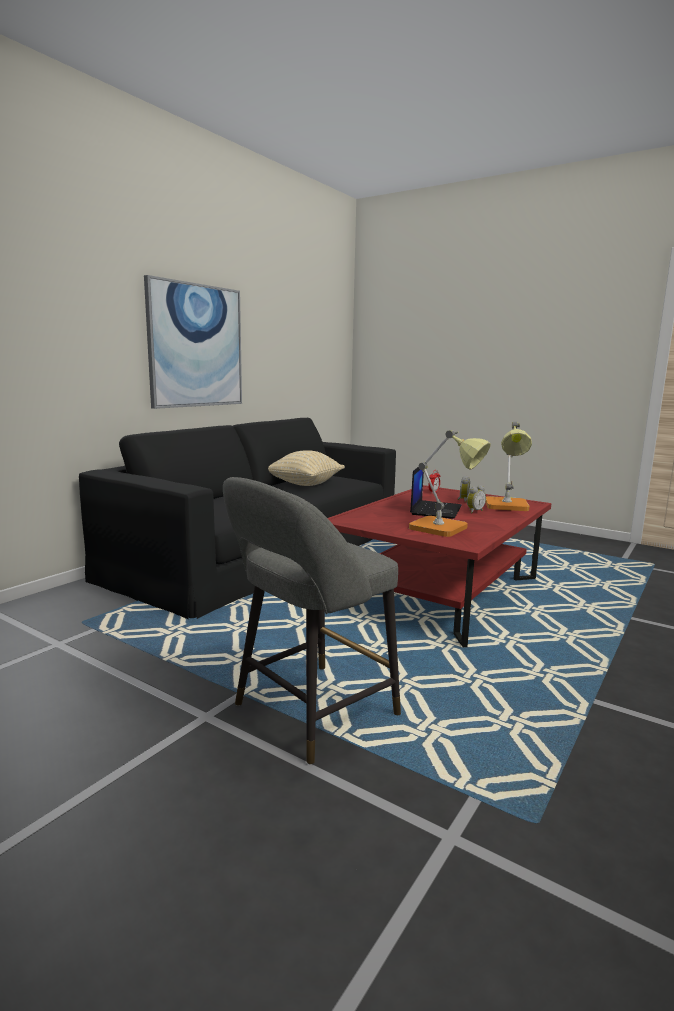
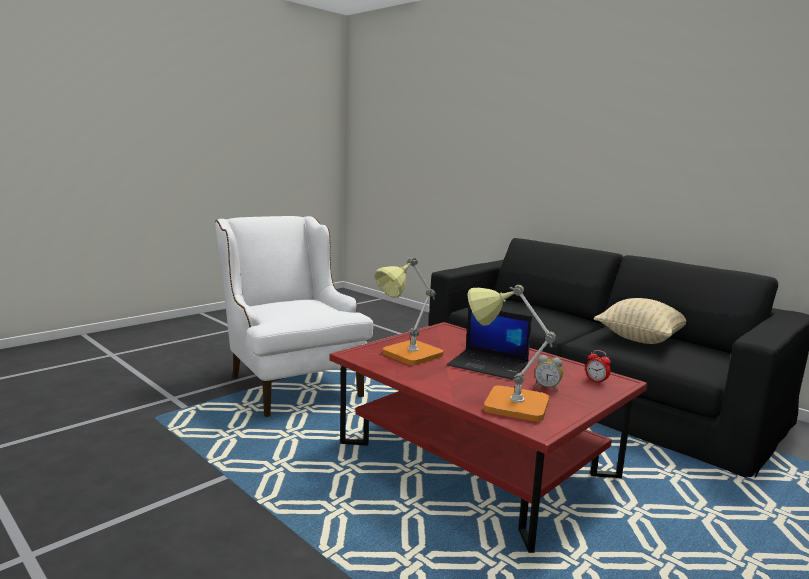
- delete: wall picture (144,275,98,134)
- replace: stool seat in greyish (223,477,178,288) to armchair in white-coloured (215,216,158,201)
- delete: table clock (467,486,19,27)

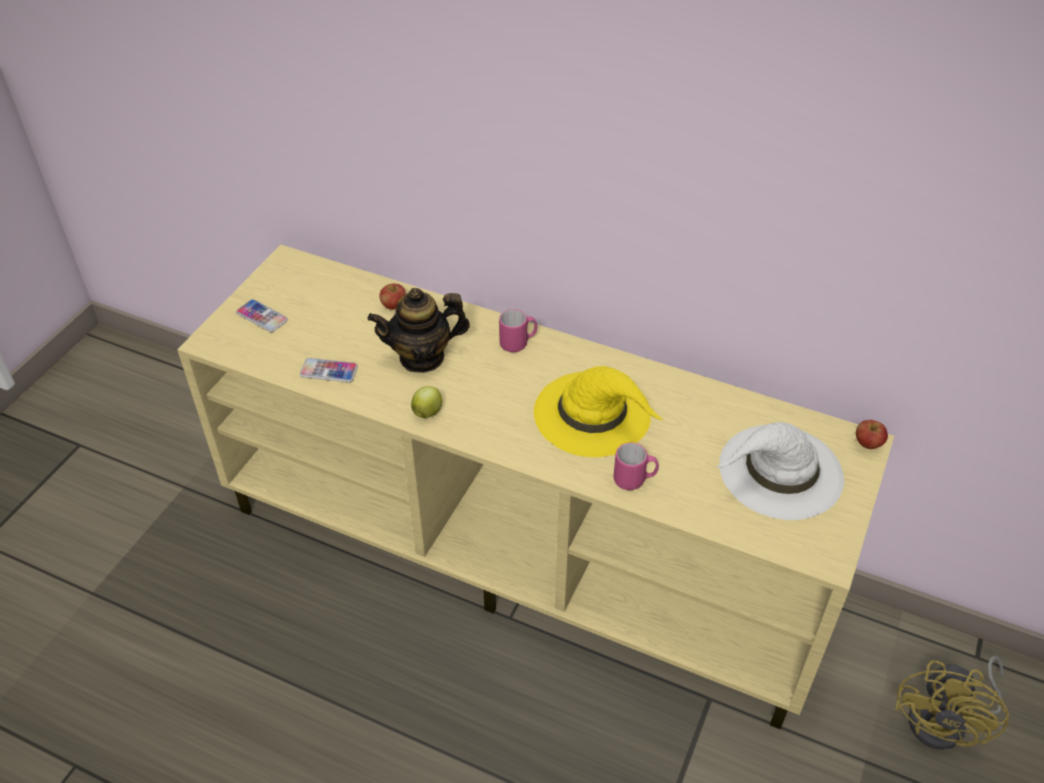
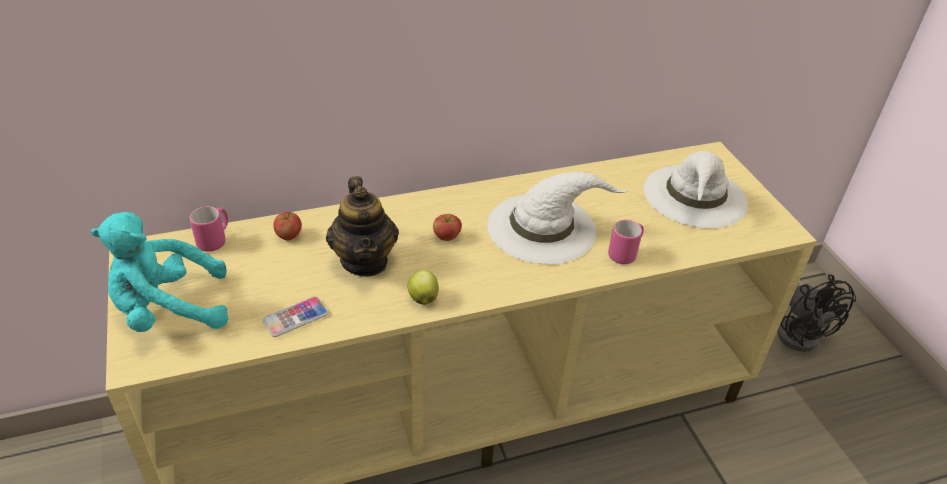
- rotate: pot for tea (368,288,102,85) = (326,176,73,101) 45 degrees counterclockwise
- replace: handset (236,299,52,33) to plush toy in turquoise (91,212,137,120)
- move: mug in pinkish (499,309,38,43) to (189,206,39,46)
- recolor: clothing hat in yellow (534,366,129,91) to clothing hat in white-coloured (487,172,143,92)
- move: apple fruit (856,420,32,29) to (433,214,29,27)
- recolor: fan in yellow (895,656,114,94) to fan in black (777,274,79,78)

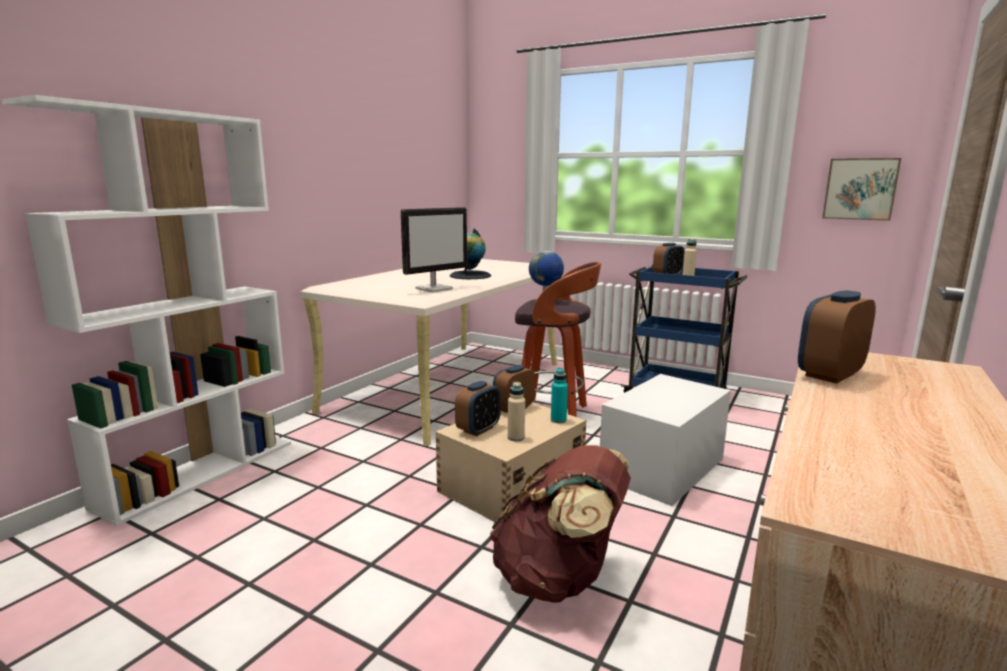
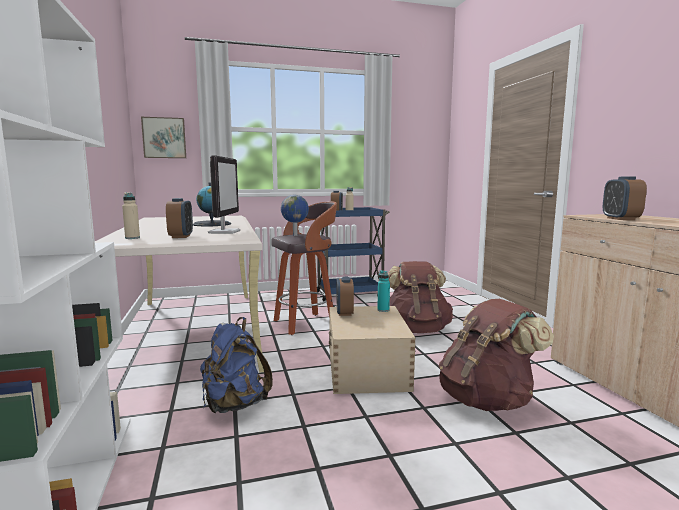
- move: wall picture (822,158,79,63) to (141,117,45,41)
- replace: storage bin in white-coloured (600,374,131,132) to backpack in brownish (388,261,65,72)
- move: table clock (455,381,46,55) to (166,198,27,40)
- move: beverage bottle in sand-coloured (508,382,17,60) to (122,192,18,47)
- insert: backpack in blue (200,317,73,96)

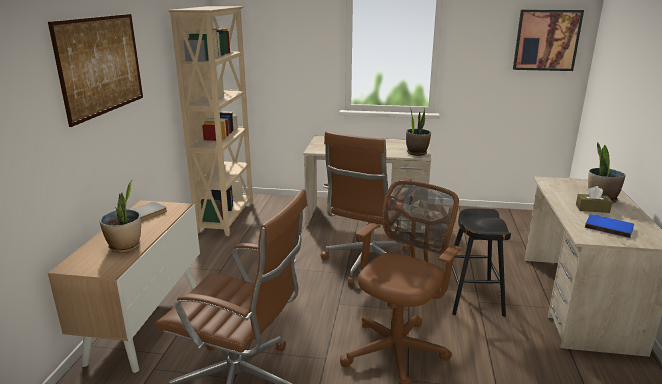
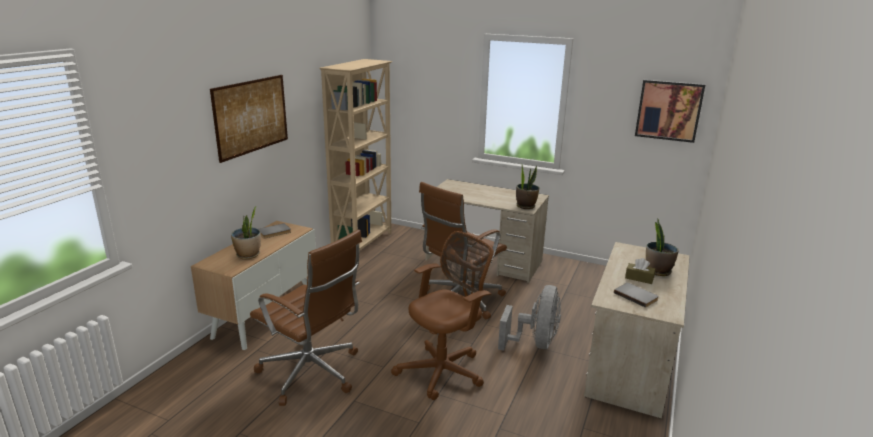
- replace: stool seat in black (452,208,59,109) to fan in greyish (498,285,63,66)
- recolor: book in blue (585,214,49,24) to book in greyish (614,283,45,25)

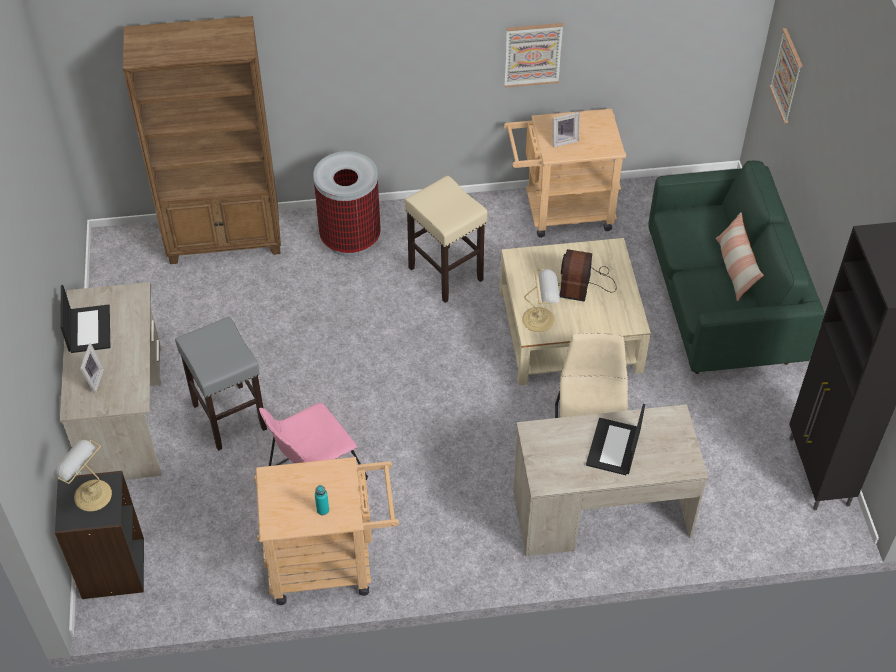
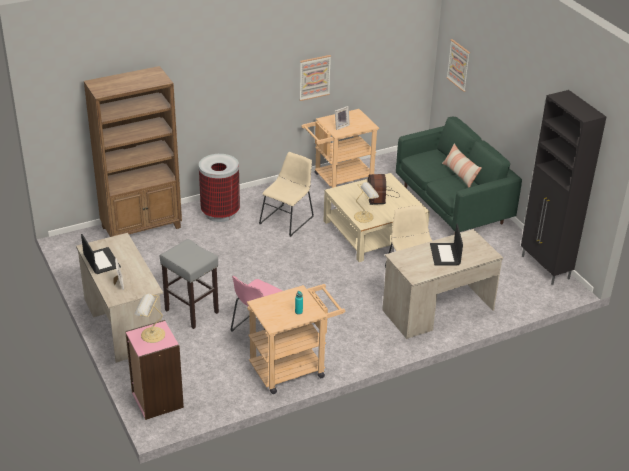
- replace: stool seat in sand-coloured (405,176,83,127) to chair in sand-coloured (259,152,55,85)
- recolor: shelving unit in black (55,471,89,128) to shelving unit in pinkish (125,320,59,100)

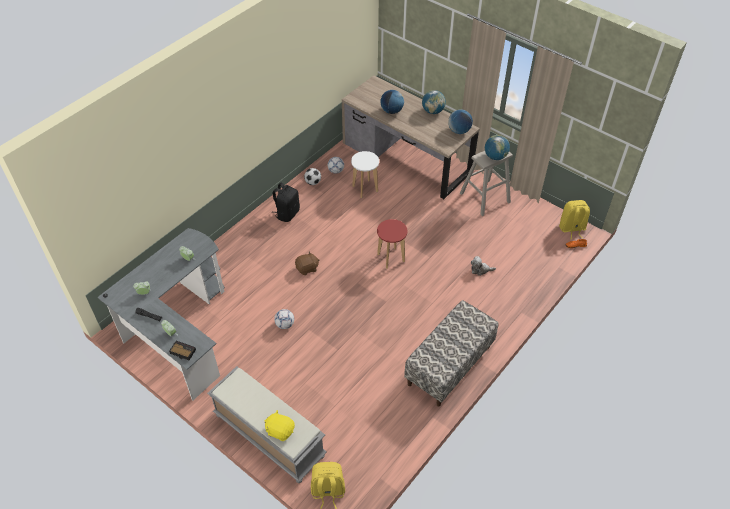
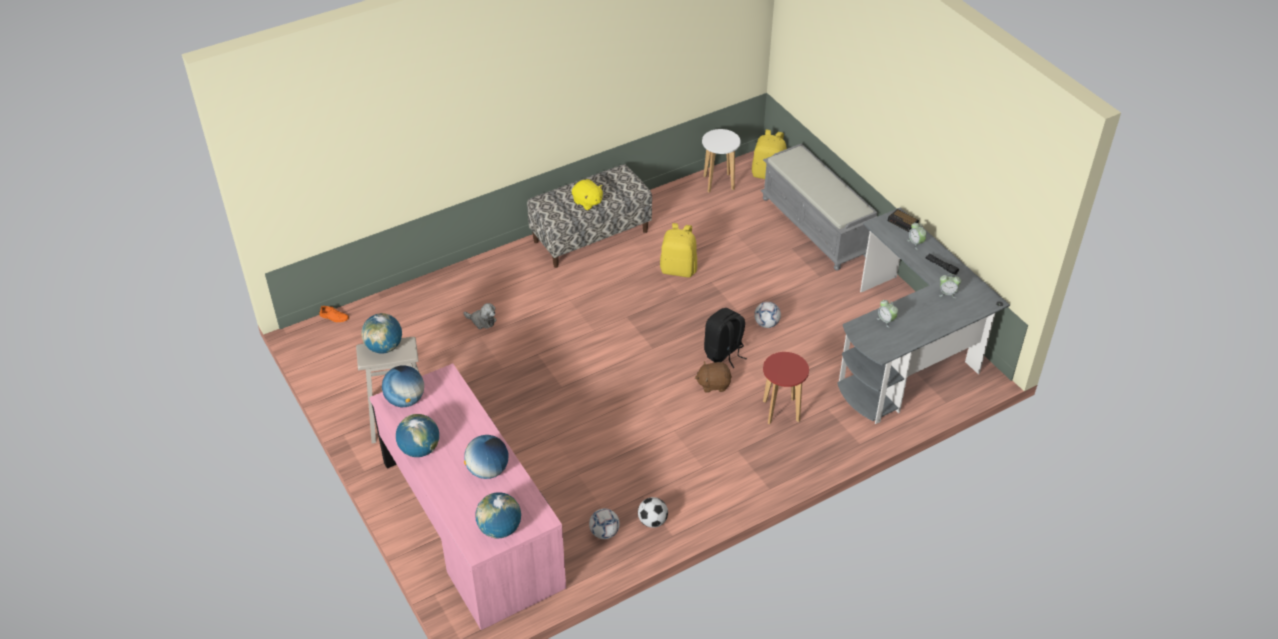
- recolor: desk unit in brownish (342,75,138,124) to desk unit in pinkish (369,363,197,267)
- move: stool seat in white-coloured (351,151,28,47) to (702,129,38,63)
- move: backpack in black (273,183,27,39) to (704,308,43,60)
- move: backpack in yellow (559,200,31,40) to (660,223,37,54)
- move: stool seat in reddish (377,219,30,50) to (763,352,46,73)
- move: plush toy in yellow (265,410,30,31) to (572,179,31,31)
- insert: desk globe (475,492,46,46)

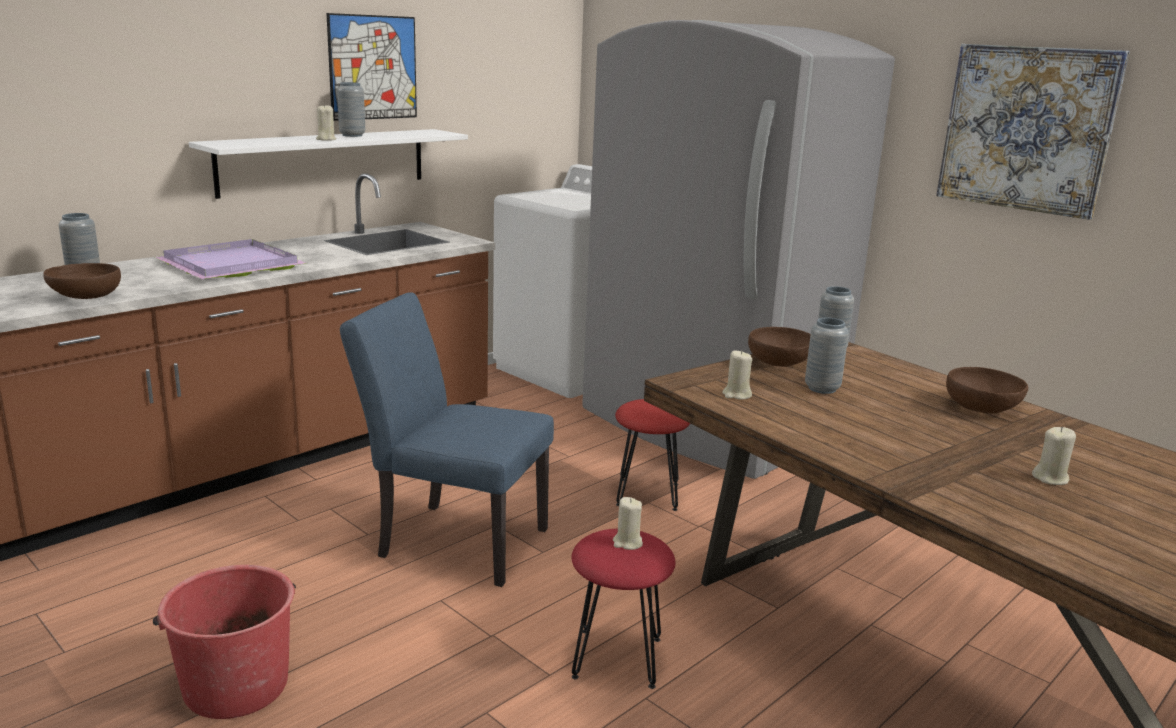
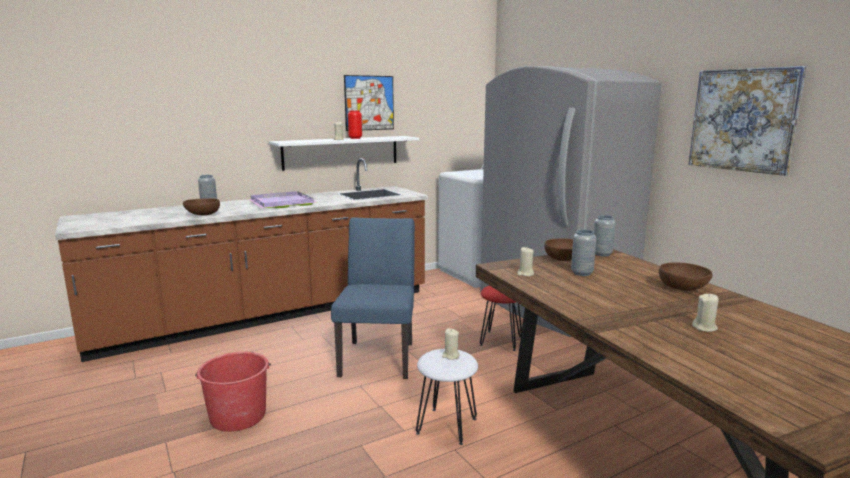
- recolor: decorative vase in greyish (337,82,28,55) to decorative vase in reddish (348,111,14,28)
- rotate: chair in blue (340,292,214,295) = (331,217,84,162) 60 degrees clockwise
- recolor: stool seat in reddish (572,529,104,160) to stool seat in white-coloured (416,349,62,96)

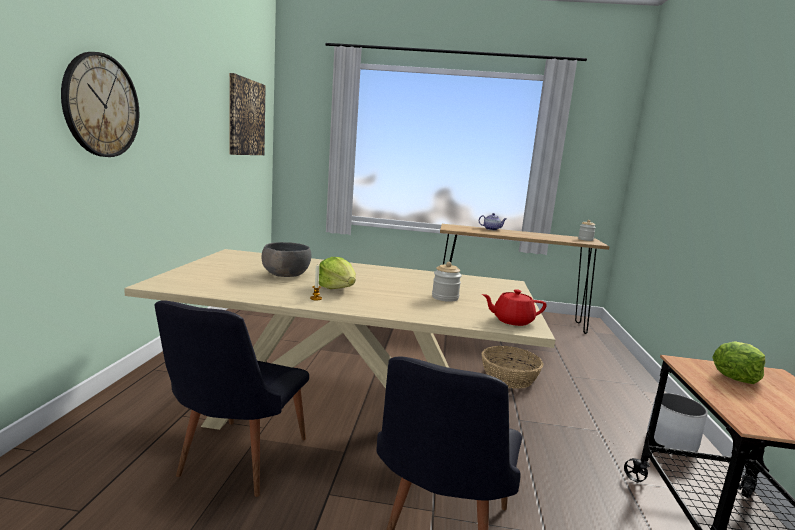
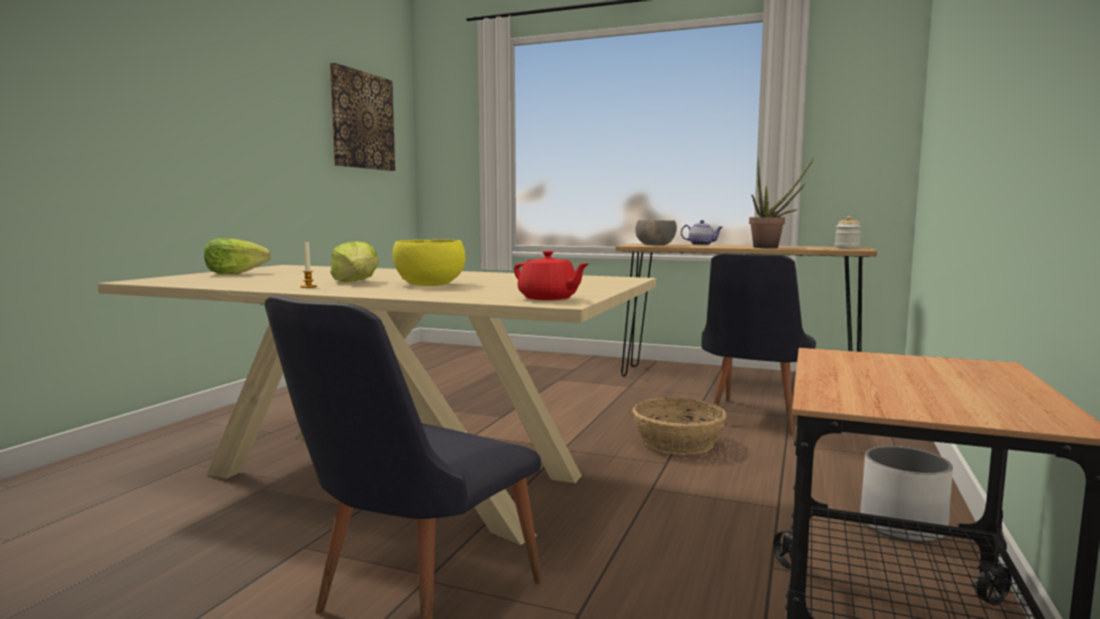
- delete: clock on the wall (61,52,78,105)
- move: bowl in greyish (262,242,50,35) to (635,220,42,25)
- delete: storage jar (432,262,30,40)
- rotate: pot for tea in reddish (482,289,65,37) = (514,251,76,49) 150 degrees counterclockwise
- move: chair in black (155,301,154,196) to (701,253,115,182)
- move: head of lettuce (712,341,53,43) to (204,238,67,36)
- insert: potted plant (749,156,66,92)
- insert: bowl in yellow (393,239,73,47)

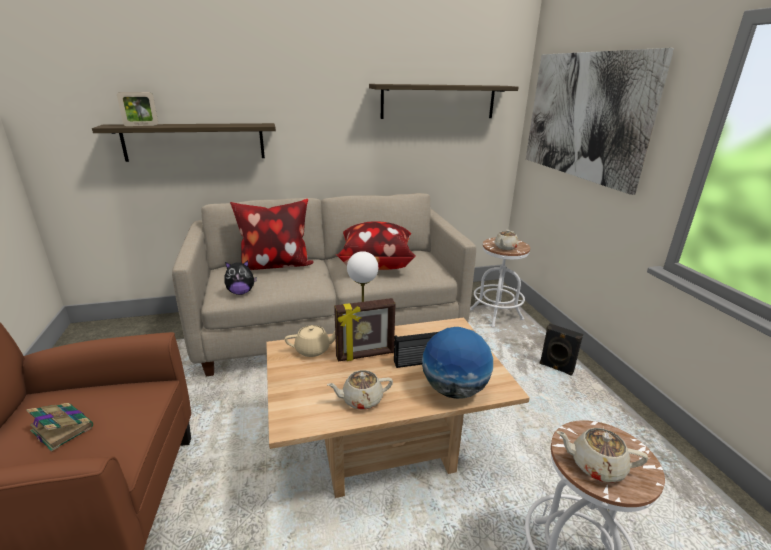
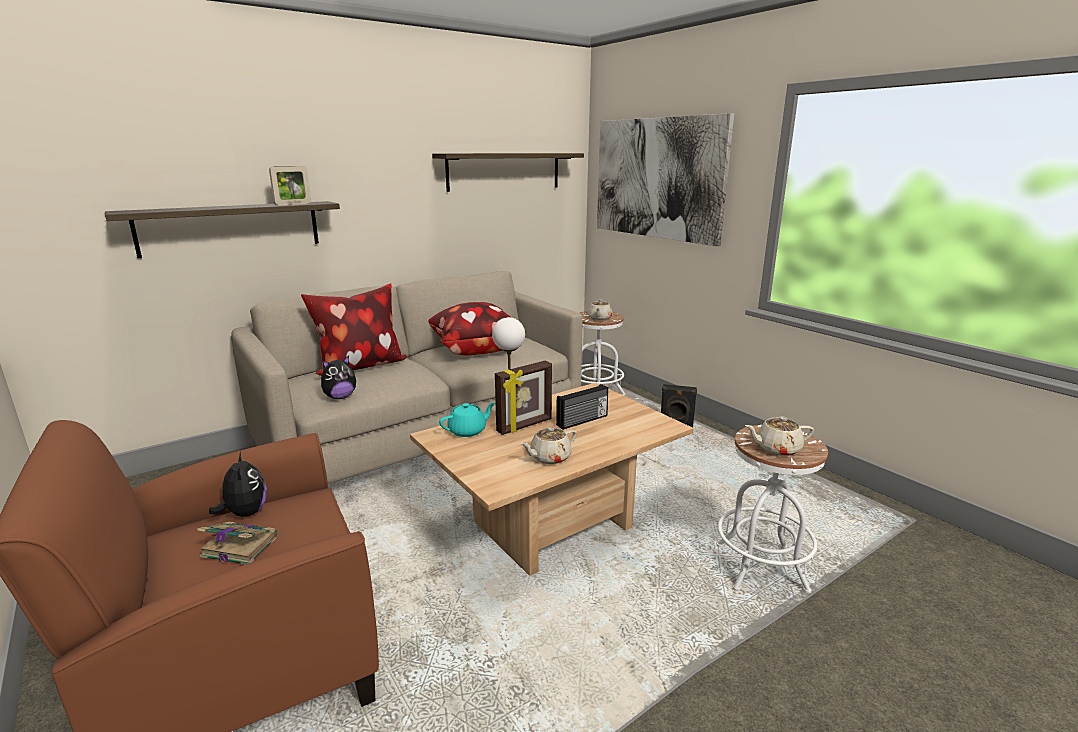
- move: photo frame (117,92,41,34) to (269,166,42,39)
- recolor: pot for tea in sand-coloured (285,325,50,32) to pot for tea in turquoise (439,403,56,34)
- delete: desk globe (422,327,71,72)
- insert: plush toy (209,452,58,65)

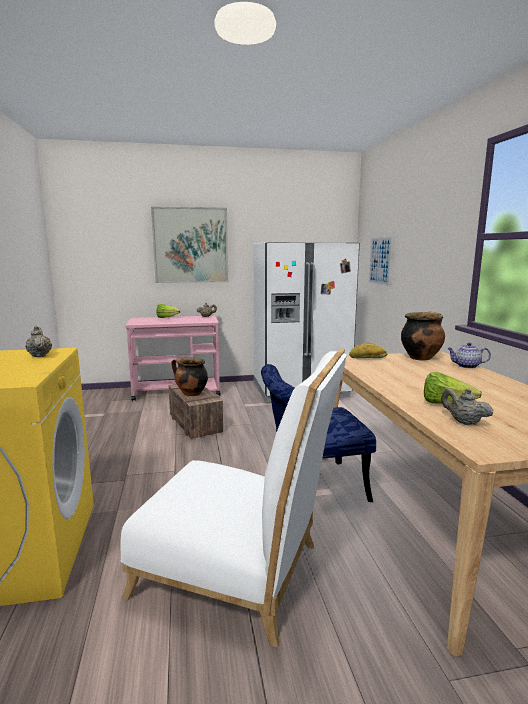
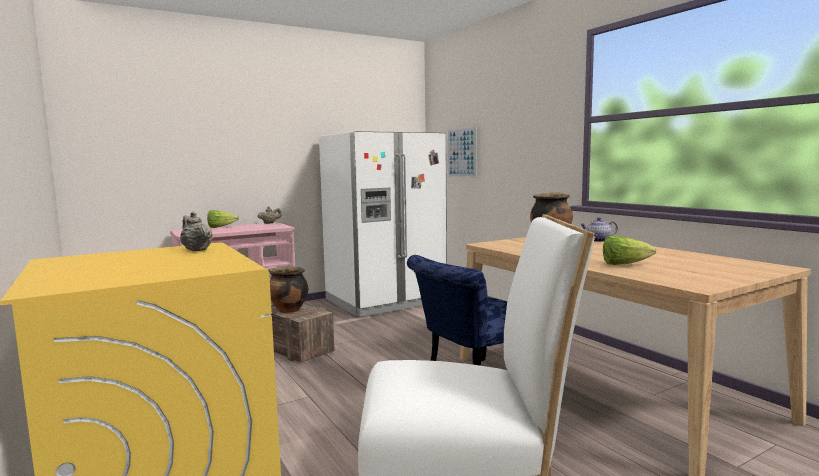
- delete: wall picture (151,207,77,76)
- delete: bakery bread (349,342,38,16)
- delete: pot for tea in sand-coloured (441,388,52,37)

